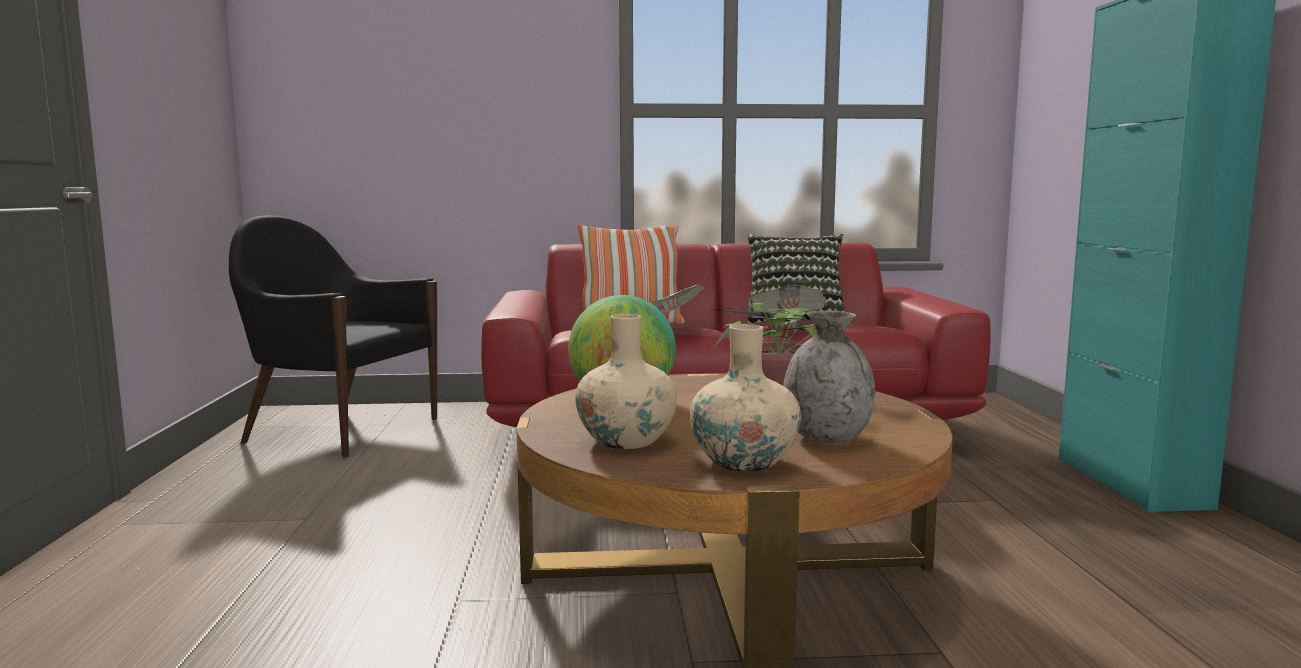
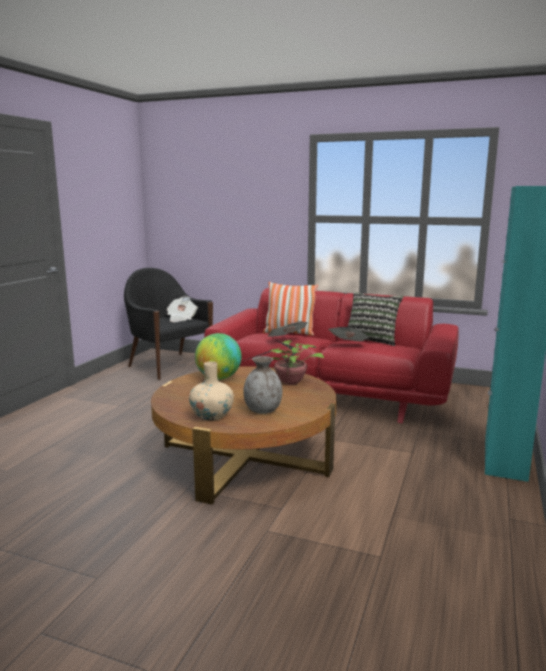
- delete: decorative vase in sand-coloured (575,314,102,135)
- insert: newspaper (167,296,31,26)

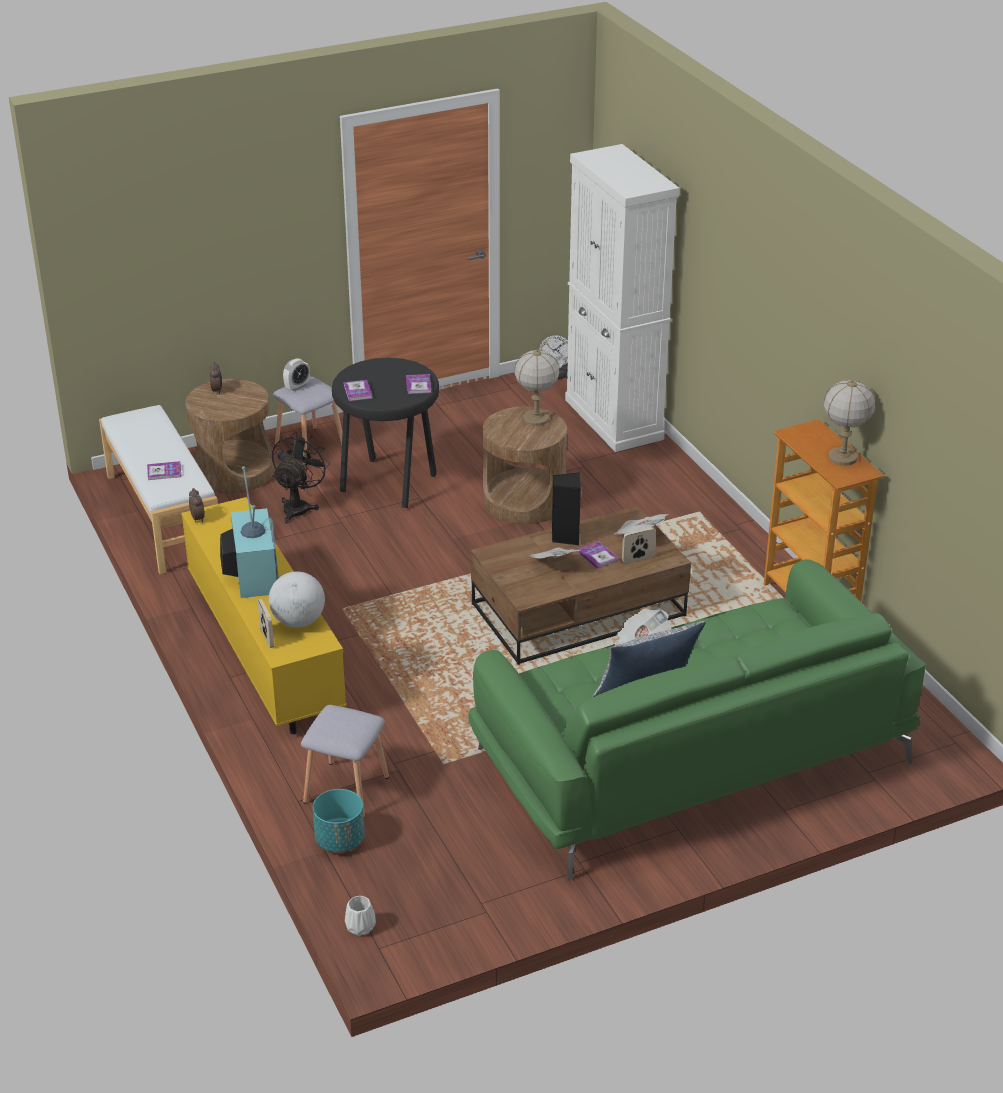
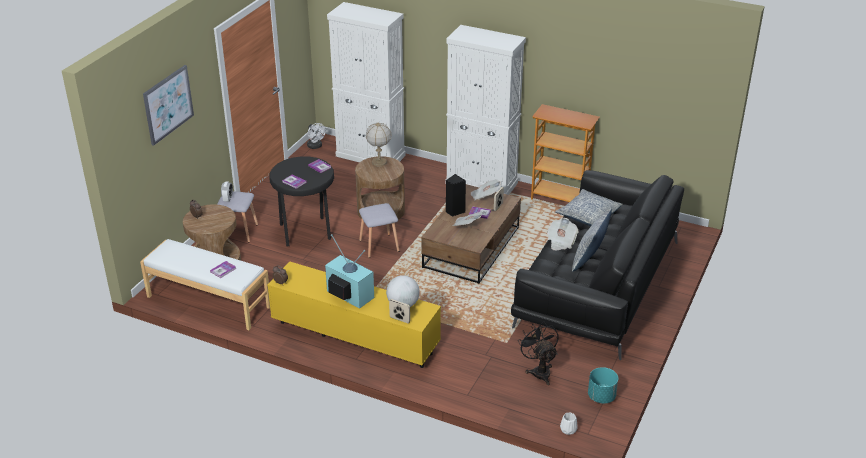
- delete: lamp for a table (824,380,51,86)
- move: fan in black (272,431,58,92) to (518,321,41,64)
- recolor: couch in green (468,559,458,321) to couch in black (511,170,173,190)
- move: stool seat in greyish (301,705,88,112) to (359,203,41,55)
- move: flower pot in turquoise (313,789,52,63) to (588,367,30,37)
- insert: cupboard in white-coloured (446,25,80,170)
- insert: wall picture (143,65,51,81)
- insert: pillow (555,189,68,37)

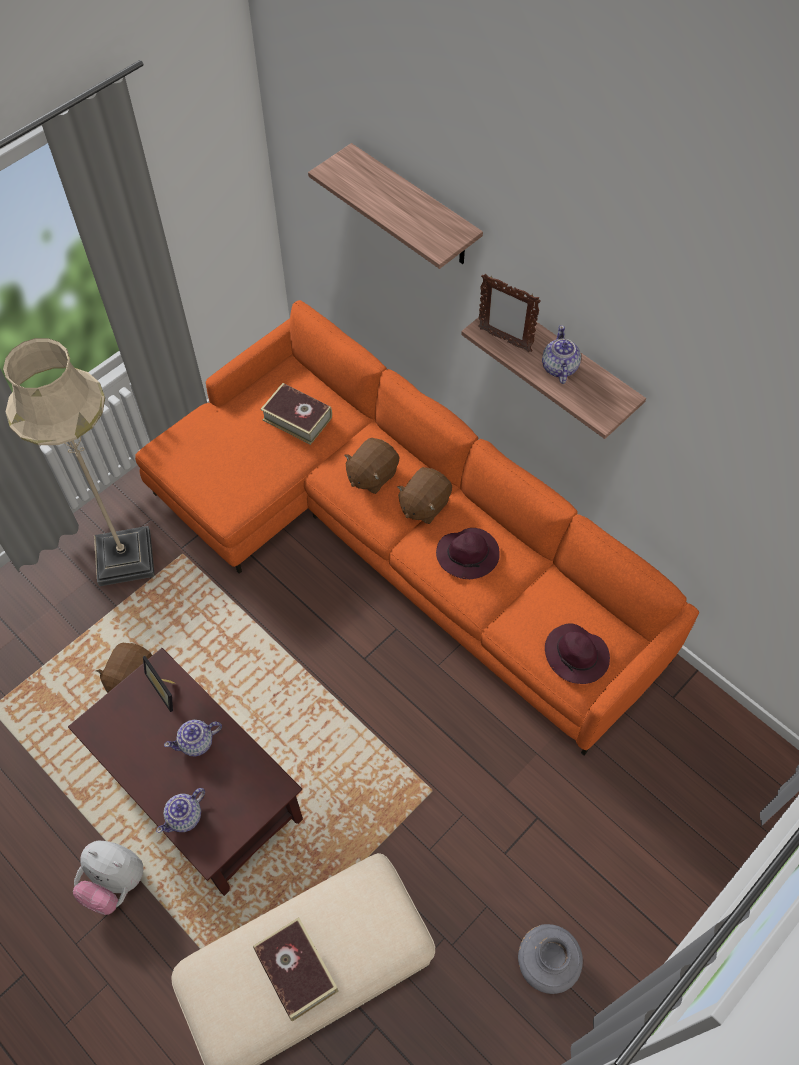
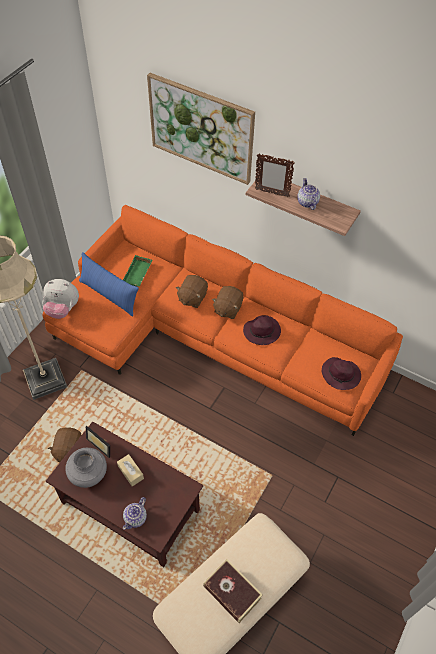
- replace: wall shelf (308,143,175,126) to wall picture (147,73,108,112)
- replace: book (261,383,71,62) to serving tray in green (123,255,29,32)
- replace: pot for tea (164,720,58,37) to box of tissues in sand-coloured (117,454,27,32)
- move: plush toy (73,840,70,75) to (42,279,37,40)
- move: decorative vase in greyish (518,924,65,70) to (65,448,42,40)
- insert: pillow in blue (79,252,60,65)

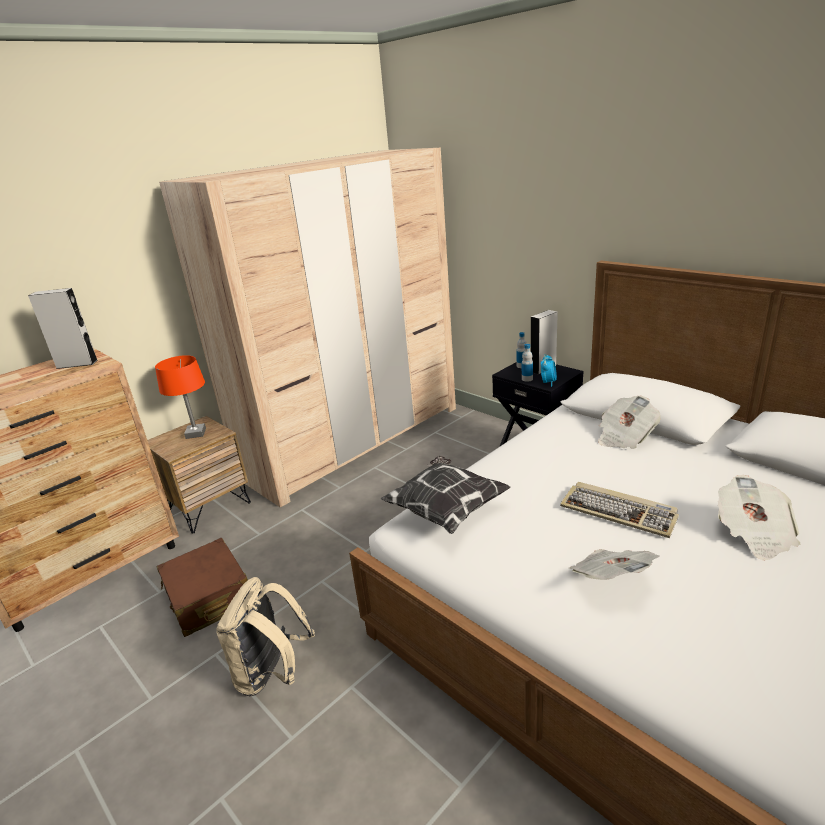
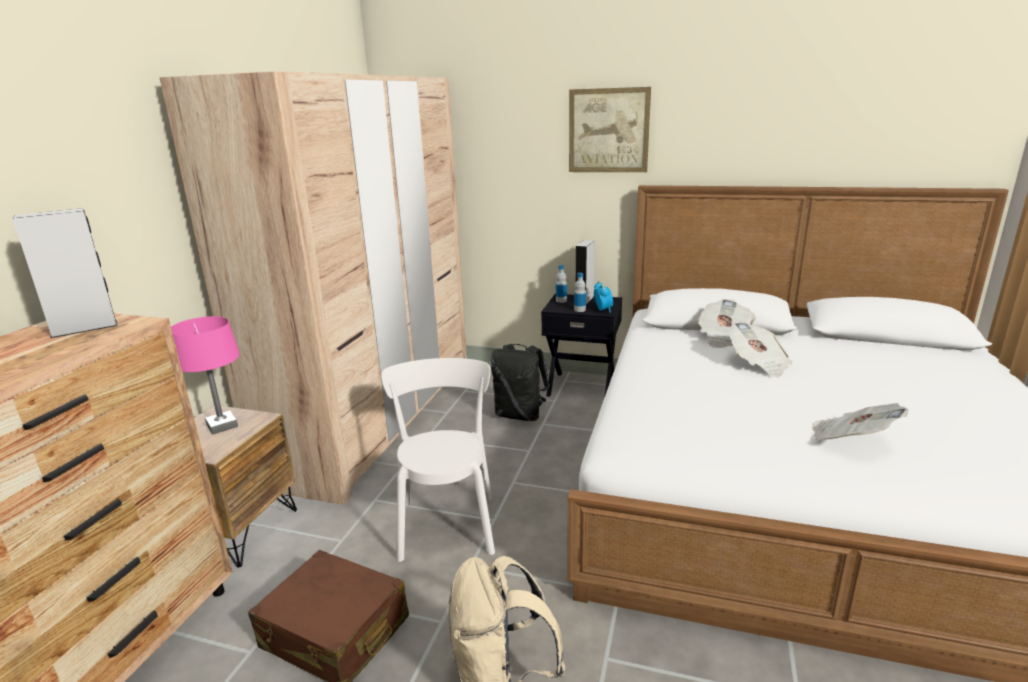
- recolor: lamp for a table in orange (155,355,51,84) to lamp for a table in pinkish (171,316,69,119)
- delete: pillow (381,456,130,78)
- move: newspaper (718,475,82,86) to (729,322,64,55)
- delete: PC keyboard (560,482,119,56)
- insert: wall picture (569,87,82,85)
- insert: backpack in black (491,344,59,77)
- insert: chair in white-coloured (381,358,114,204)

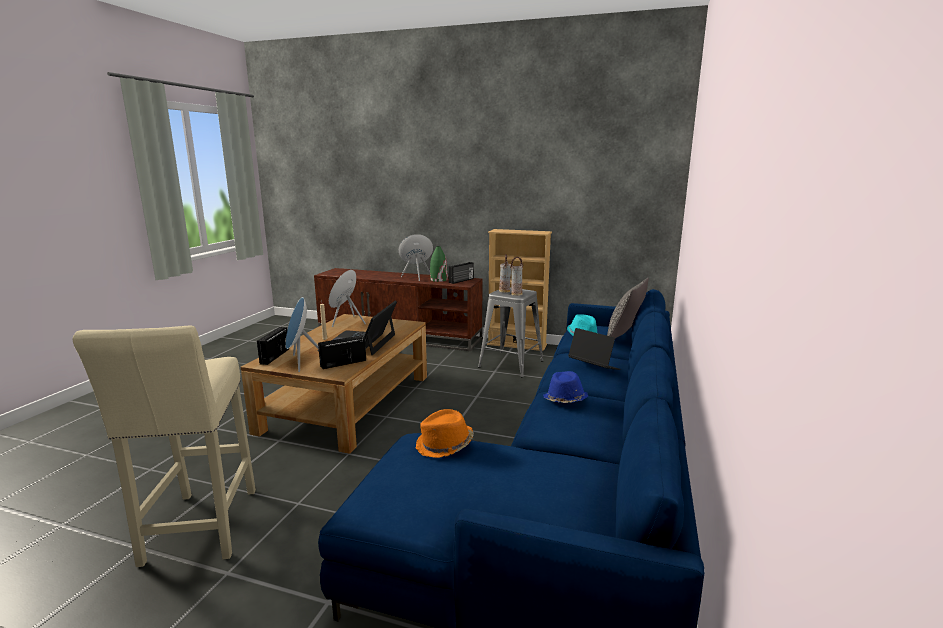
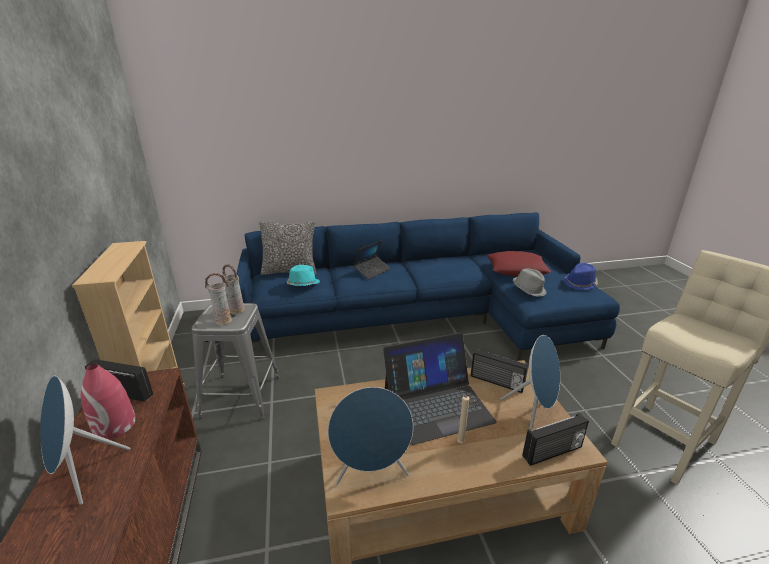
- recolor: decorative vase in green (430,246,18,36) to decorative vase in reddish (80,364,56,75)
- rotate: notebook computer (568,328,52,42) = (354,240,37,39) 150 degrees counterclockwise
- move: clothing hat in blue (543,371,45,32) to (563,263,35,27)
- recolor: clothing hat in orange (415,409,59,49) to clothing hat in greyish (513,269,33,28)
- insert: pillow in reddish (487,251,64,25)

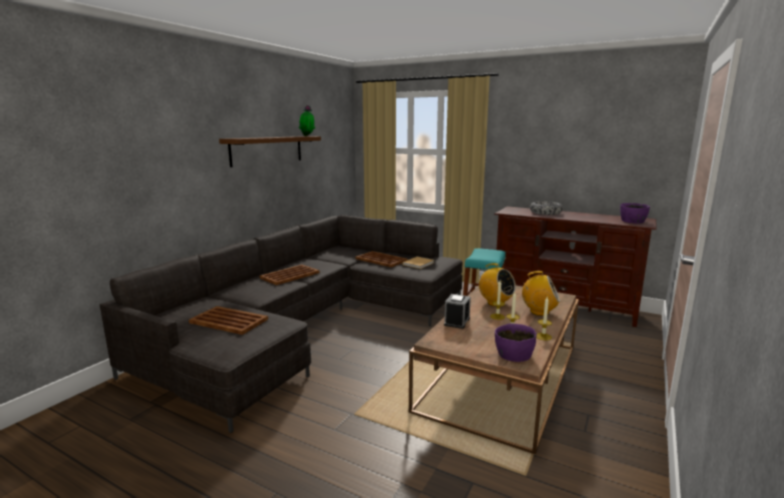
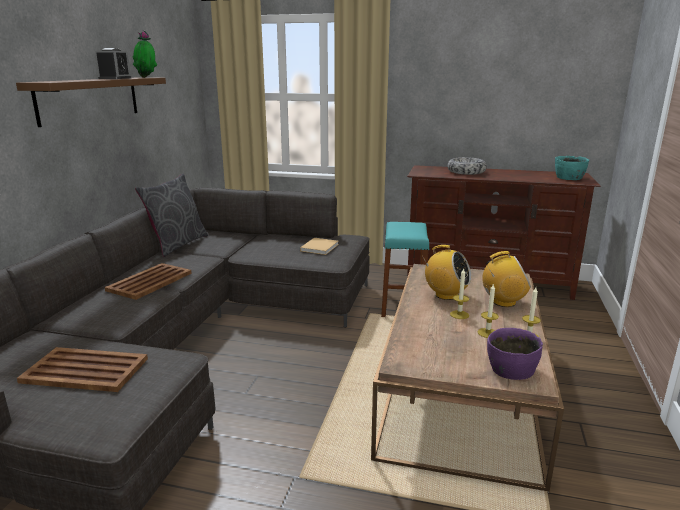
- recolor: bowl in purple (620,203,30,20) to bowl in turquoise (555,156,34,24)
- delete: serving tray in brownish (356,251,52,16)
- move: table clock (444,294,27,35) to (95,48,36,31)
- insert: pillow in greyish (135,174,73,83)

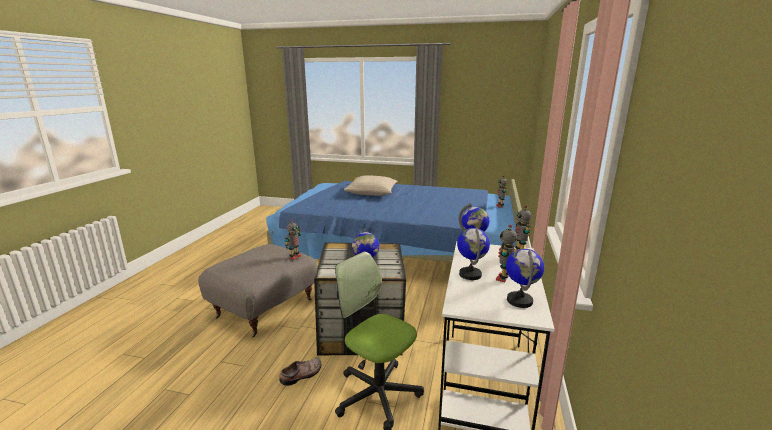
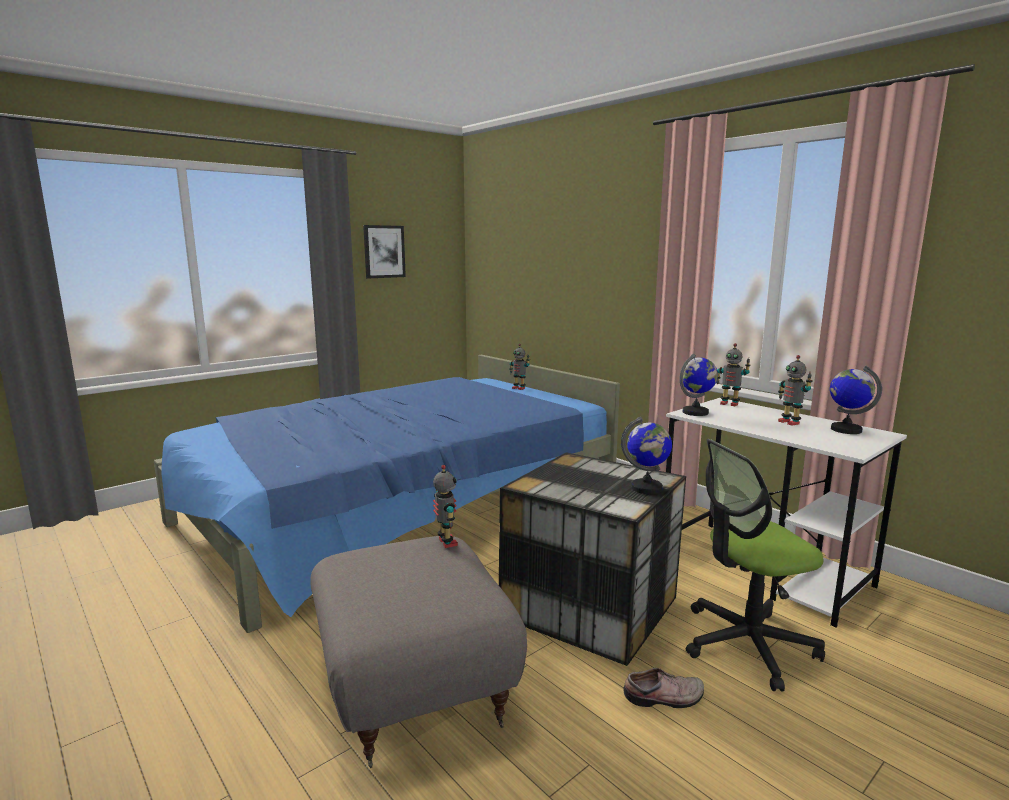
- delete: pillow in sand-coloured (344,175,53,21)
- delete: desk globe (457,228,33,52)
- rotate: shoe (279,357,42,29) = (624,668,80,40) 90 degrees clockwise
- insert: wall picture (363,225,43,53)

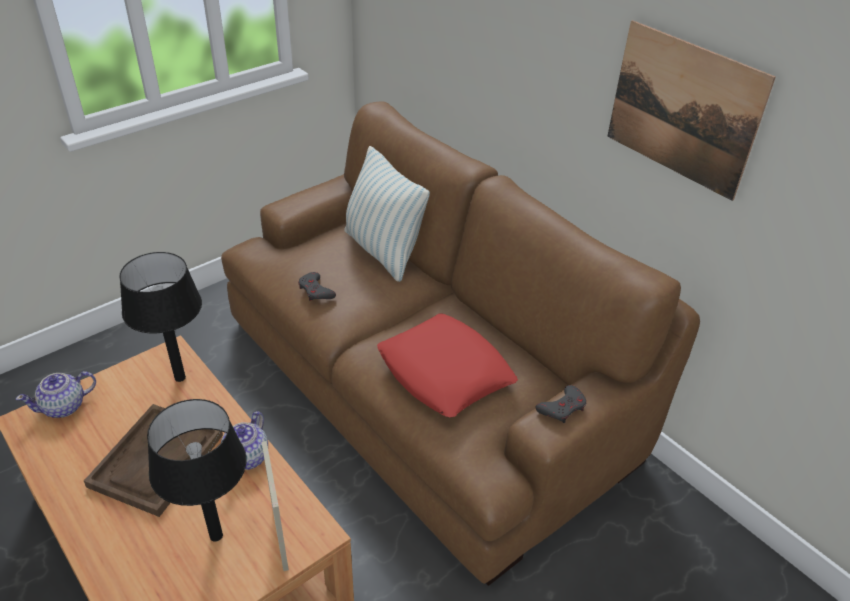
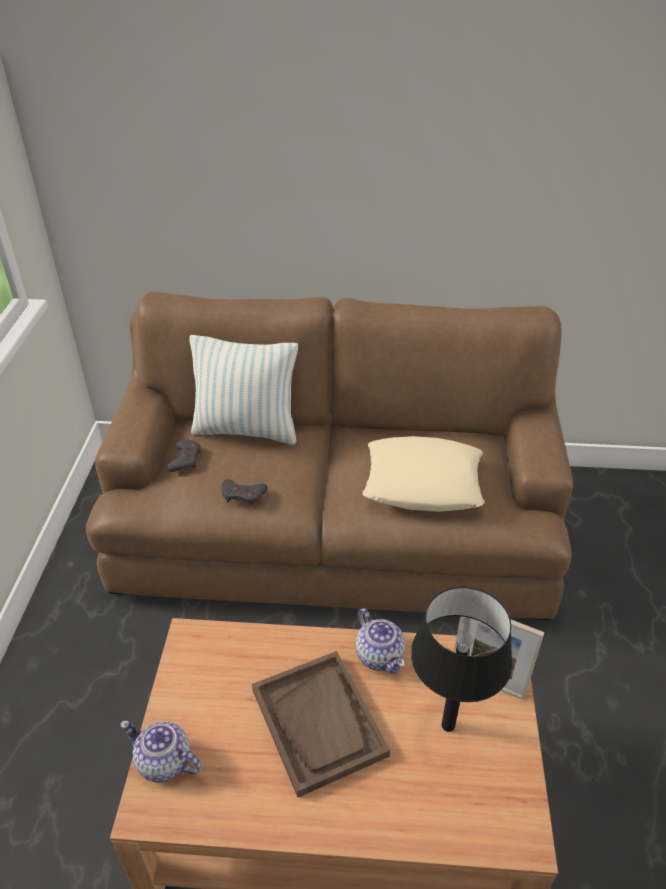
- delete: wall picture (607,20,169,181)
- delete: lamp for a table in black (119,252,83,130)
- recolor: pillow in reddish (377,314,141,103) to pillow in sand-coloured (363,436,122,76)
- rotate: pot for tea (16,371,80,47) = (120,720,81,62) 105 degrees clockwise
- move: game controller in greyish (536,385,50,38) to (167,439,34,33)

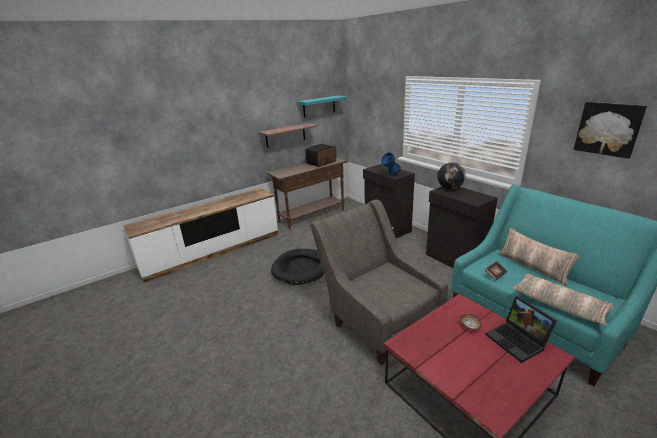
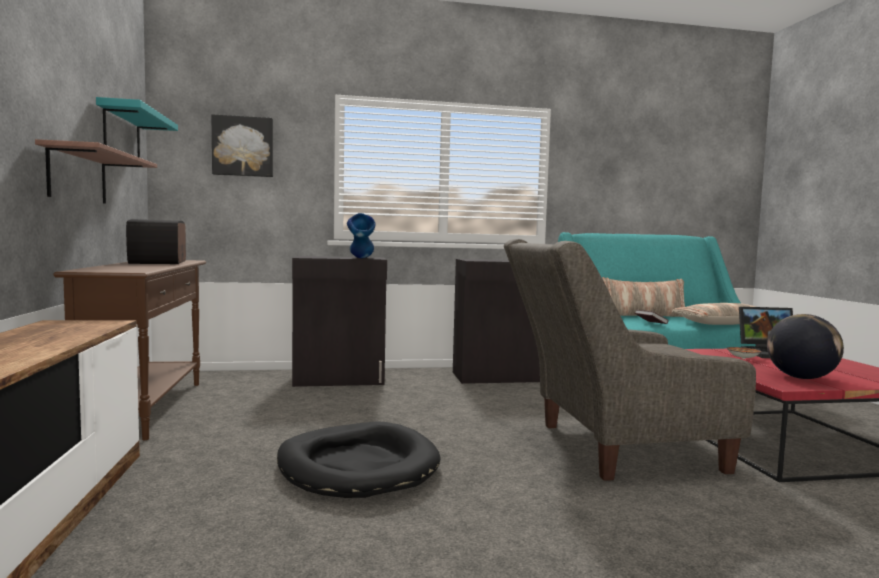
- move: wall picture (574,102,73,57) to (211,114,62,63)
- move: desk globe (437,162,29,27) to (767,314,77,65)

